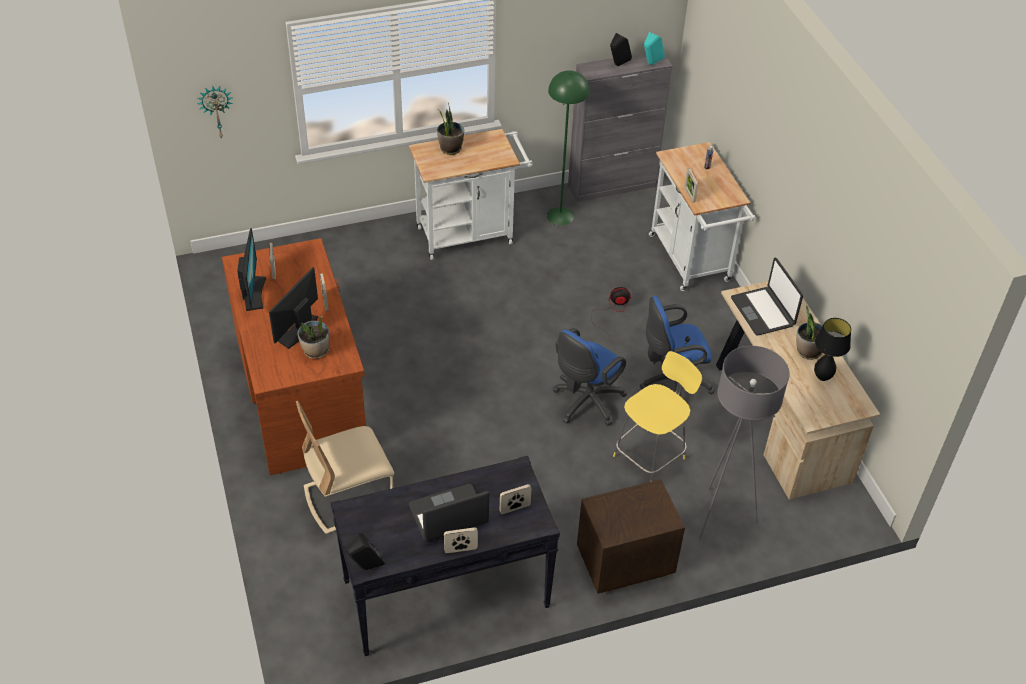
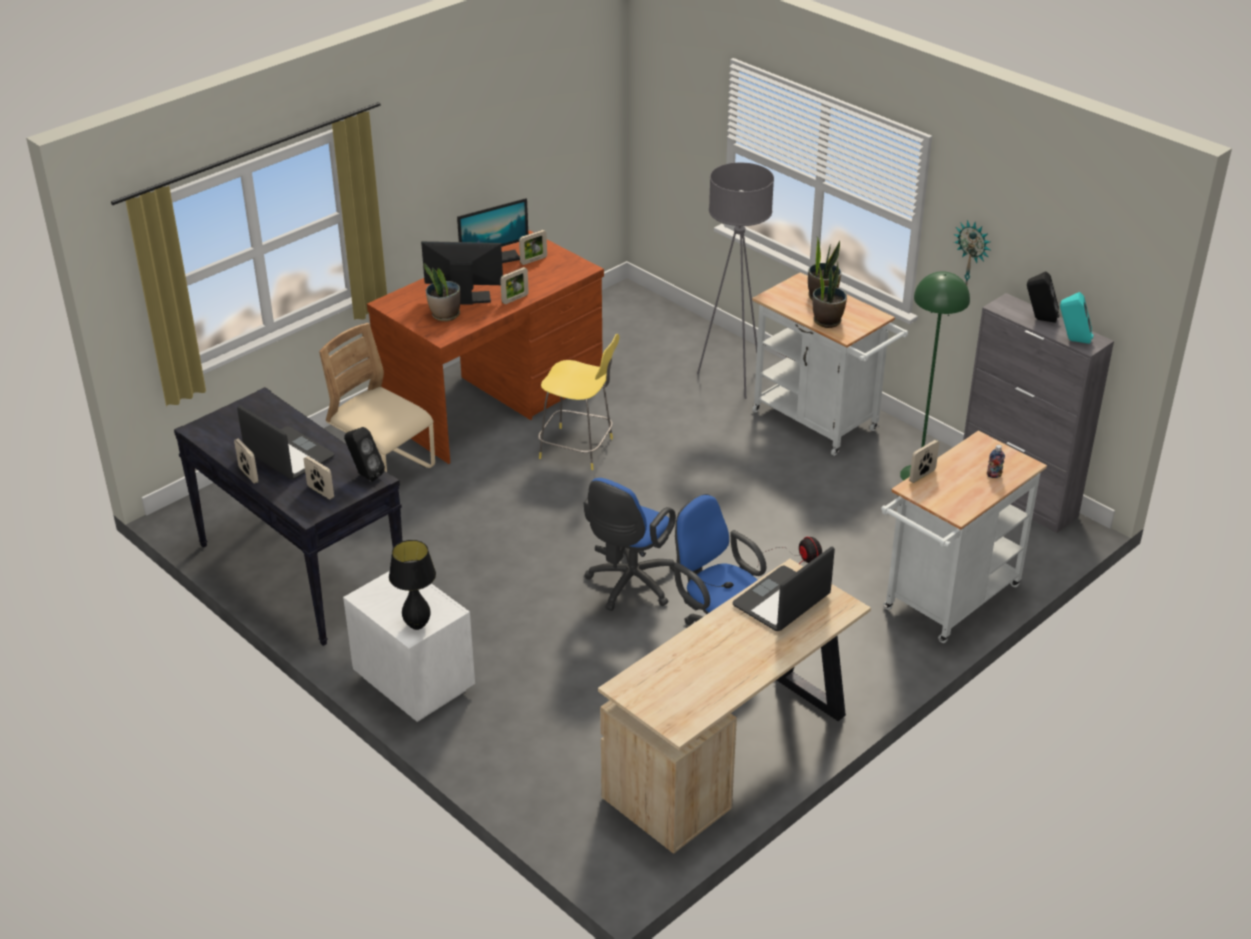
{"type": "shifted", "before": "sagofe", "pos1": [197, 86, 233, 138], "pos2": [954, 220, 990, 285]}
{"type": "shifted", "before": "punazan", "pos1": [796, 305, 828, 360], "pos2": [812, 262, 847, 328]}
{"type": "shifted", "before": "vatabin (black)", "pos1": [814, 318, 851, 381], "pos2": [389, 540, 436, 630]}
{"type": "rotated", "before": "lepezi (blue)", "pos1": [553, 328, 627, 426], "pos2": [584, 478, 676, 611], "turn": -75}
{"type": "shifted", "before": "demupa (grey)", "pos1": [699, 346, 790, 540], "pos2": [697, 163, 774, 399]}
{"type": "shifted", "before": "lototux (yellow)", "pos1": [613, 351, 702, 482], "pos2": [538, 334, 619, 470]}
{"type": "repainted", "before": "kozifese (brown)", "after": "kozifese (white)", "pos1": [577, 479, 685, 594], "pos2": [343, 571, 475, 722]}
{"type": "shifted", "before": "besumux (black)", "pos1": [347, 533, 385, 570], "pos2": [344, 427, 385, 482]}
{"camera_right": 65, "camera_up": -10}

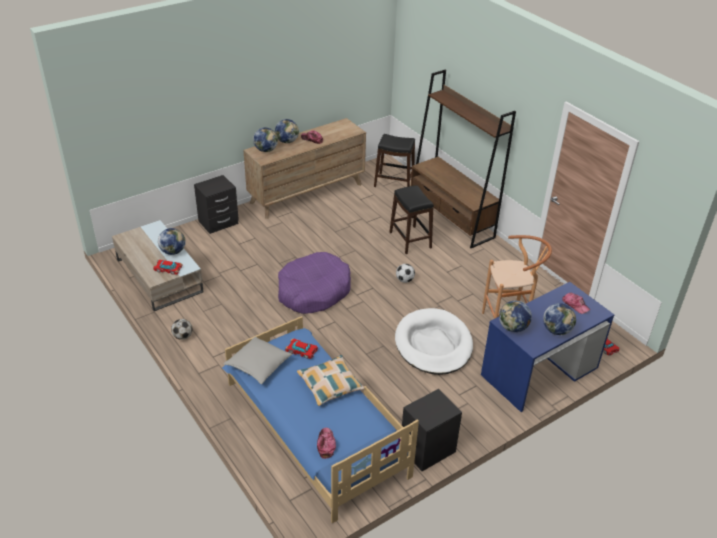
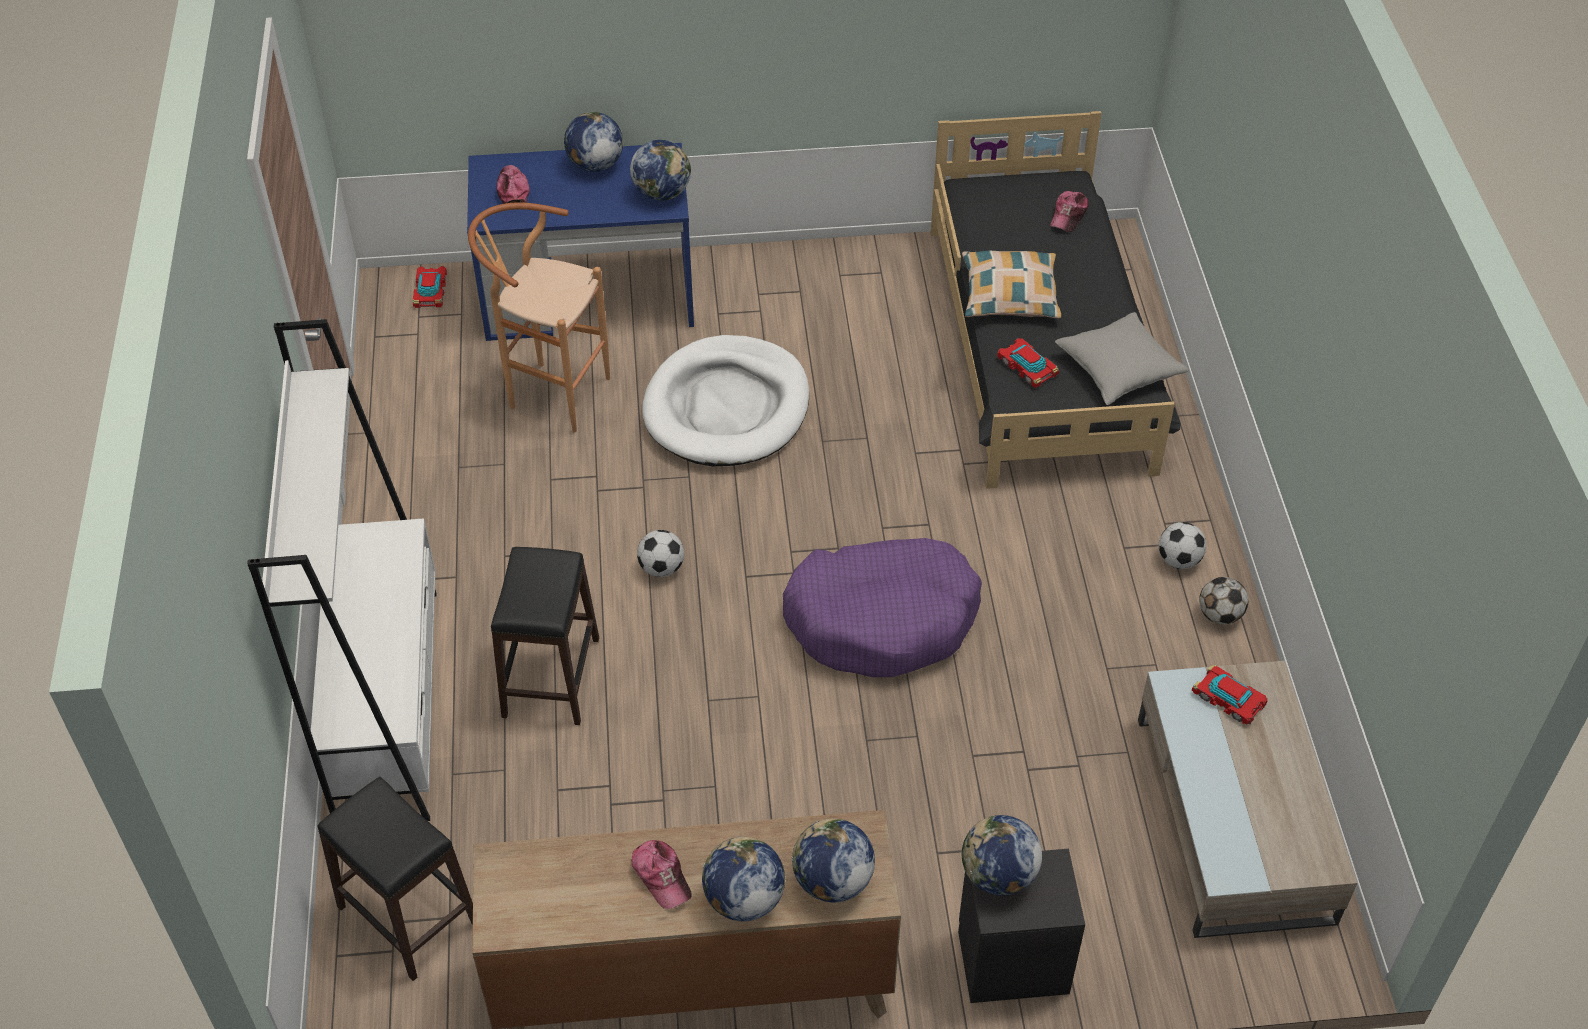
{"type": "repainted", "before": "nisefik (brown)", "after": "nisefik (white)", "pos1": [411, 70, 516, 248], "pos2": [247, 319, 437, 821]}
{"type": "shifted", "before": "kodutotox", "pos1": [158, 228, 186, 255], "pos2": [962, 815, 1042, 895]}
{"type": "repainted", "before": "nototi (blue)", "after": "nototi (black)", "pos1": [222, 316, 419, 523], "pos2": [931, 111, 1181, 489]}
{"type": "gone", "before": "kozifese (black)", "pos1": [402, 389, 462, 471]}
{"type": "new", "after": "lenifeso", "pos2": [1159, 522, 1206, 569]}
{"camera_right": -150, "camera_up": 10}

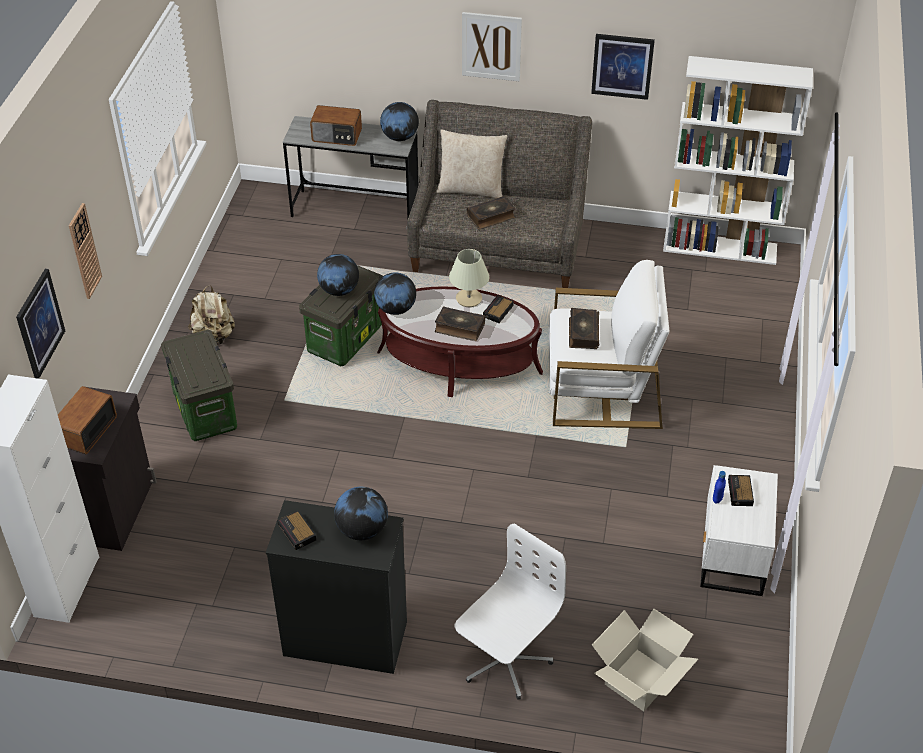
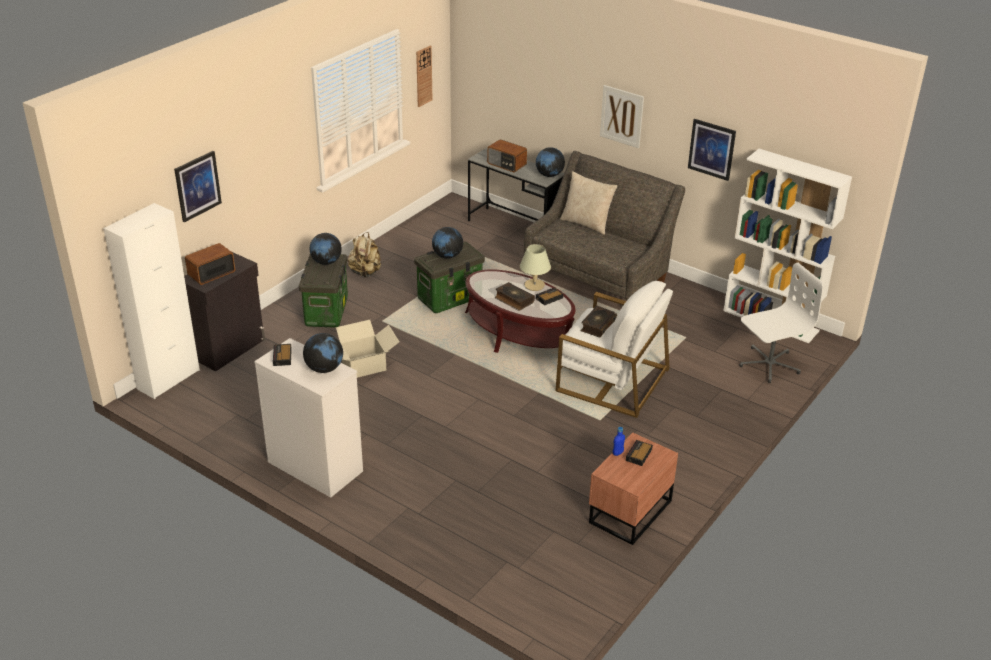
{"type": "gone", "before": "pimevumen", "pos1": [467, 196, 515, 230]}
{"type": "shifted", "before": "sagofe", "pos1": [69, 203, 102, 299], "pos2": [416, 45, 432, 107]}
{"type": "shifted", "before": "kodutotox", "pos1": [374, 272, 416, 315], "pos2": [310, 233, 342, 265]}
{"type": "repainted", "before": "kozifese (white)", "after": "kozifese (brown)", "pos1": [700, 465, 778, 596], "pos2": [589, 432, 678, 545]}
{"type": "repainted", "before": "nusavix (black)", "after": "nusavix (white)", "pos1": [266, 500, 407, 674], "pos2": [254, 338, 363, 498]}
{"type": "shifted", "before": "lepezi (white)", "pos1": [454, 523, 566, 700], "pos2": [739, 263, 823, 383]}
{"type": "shifted", "before": "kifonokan", "pos1": [592, 609, 698, 712], "pos2": [336, 320, 399, 378]}
{"camera_right": 25, "camera_up": -10}

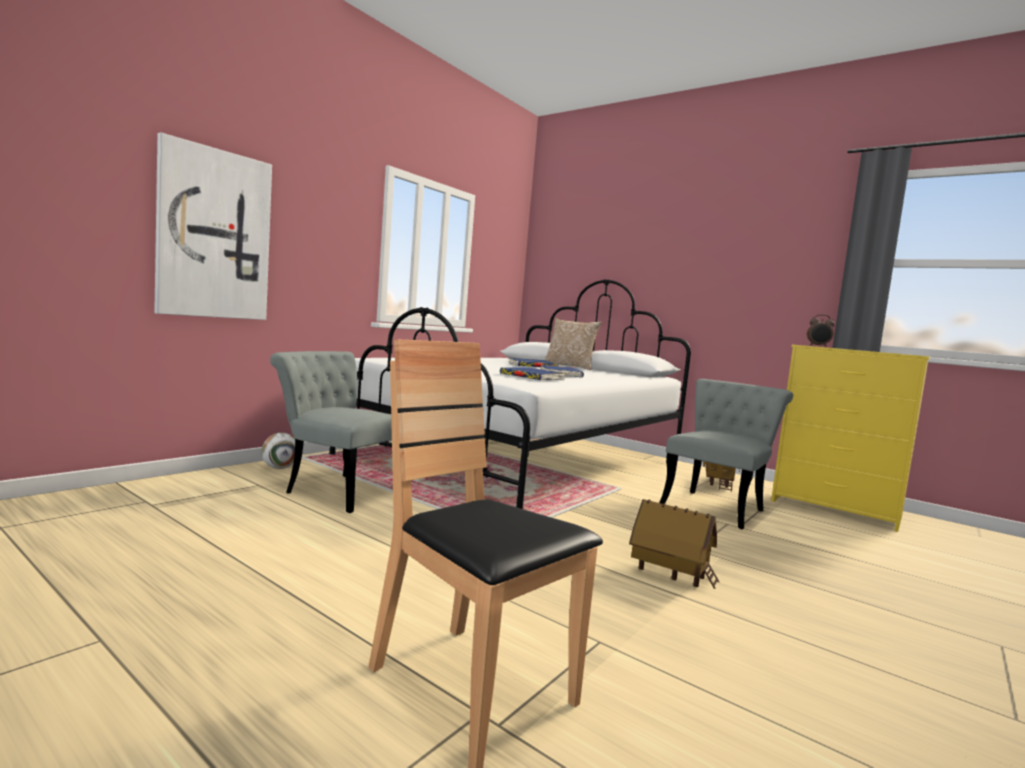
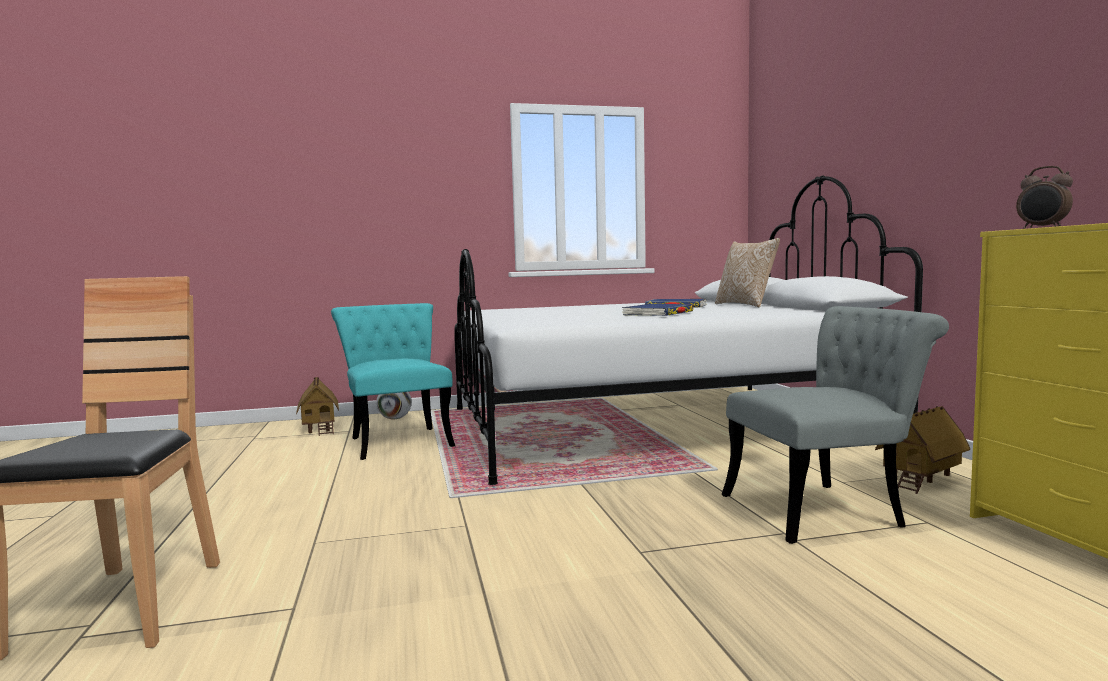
{"type": "gone", "before": "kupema", "pos1": [154, 132, 272, 320]}
{"type": "repainted", "before": "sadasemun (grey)", "after": "sadasemun (turquoise)", "pos1": [270, 351, 392, 513], "pos2": [331, 303, 455, 460]}
{"type": "gone", "before": "pimevumen (blue)", "pos1": [500, 367, 566, 380]}
{"type": "shifted", "before": "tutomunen", "pos1": [629, 499, 719, 589], "pos2": [296, 377, 339, 436]}
{"camera_right": 40, "camera_up": 0}

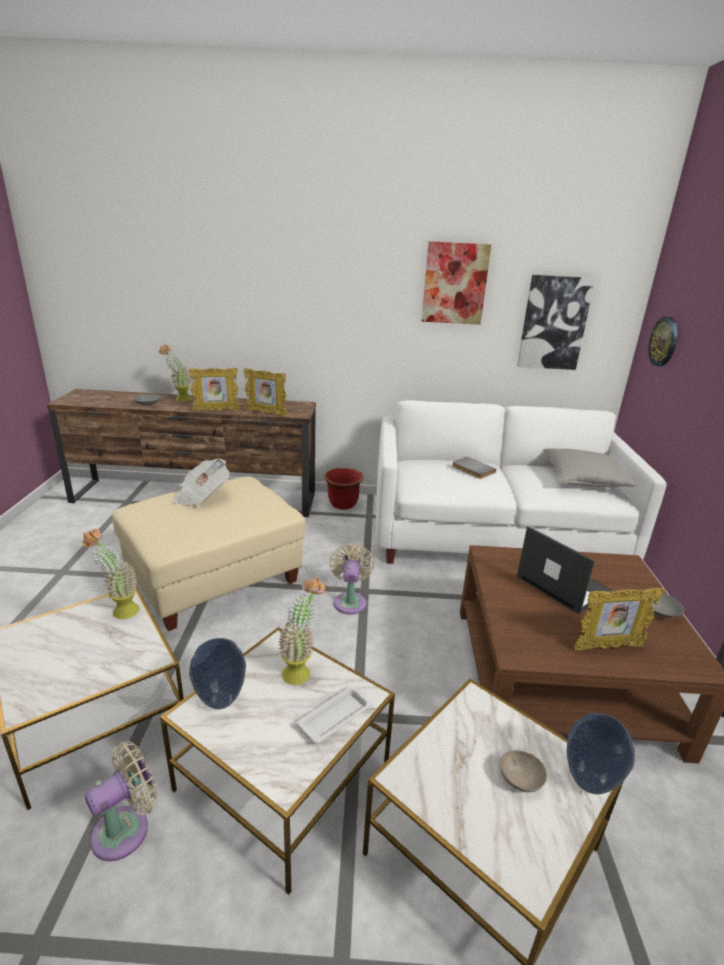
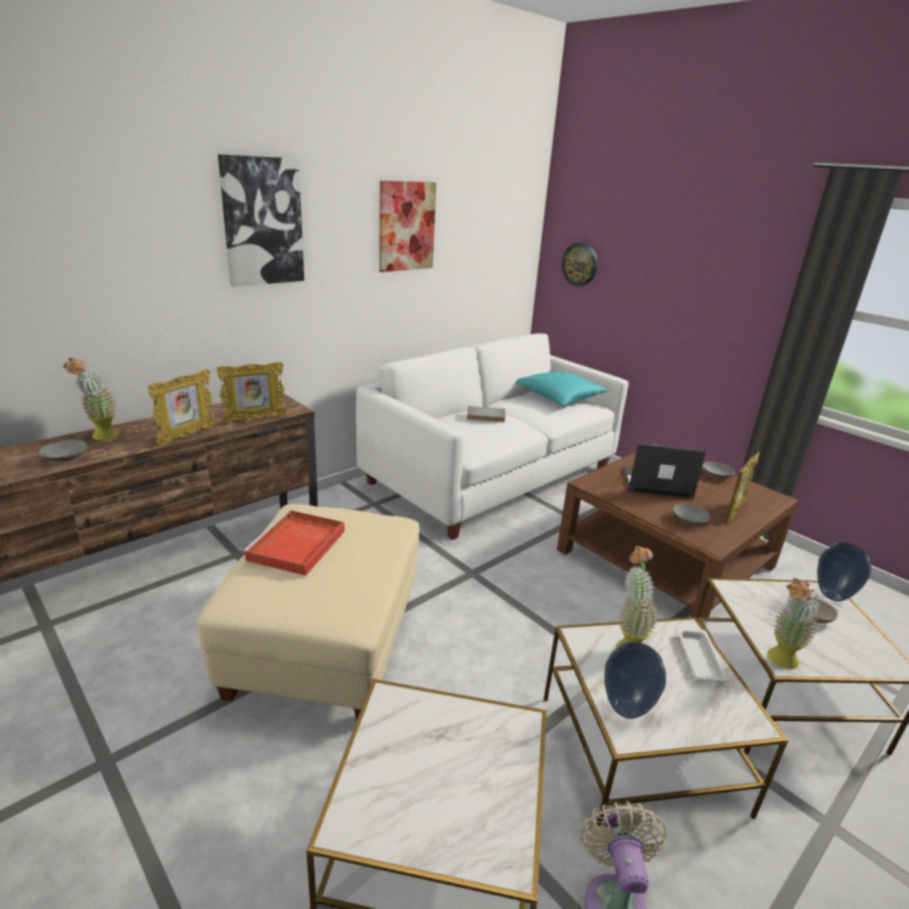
{"type": "shifted", "before": "kupema", "pos1": [517, 275, 596, 370], "pos2": [218, 154, 304, 287]}
{"type": "repainted", "before": "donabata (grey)", "after": "donabata (turquoise)", "pos1": [543, 448, 637, 487], "pos2": [516, 371, 608, 406]}
{"type": "swapped", "before": "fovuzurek", "after": "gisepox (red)", "pos1": [173, 459, 230, 506], "pos2": [242, 510, 345, 576]}
{"type": "gone", "before": "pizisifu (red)", "pos1": [324, 468, 364, 510]}
{"type": "shifted", "before": "punazan", "pos1": [83, 529, 140, 619], "pos2": [767, 578, 820, 669]}
{"type": "gone", "before": "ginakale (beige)", "pos1": [330, 544, 374, 615]}
{"type": "new", "after": "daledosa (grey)", "pos2": [673, 504, 710, 525]}
{"camera_right": -45, "camera_up": 0}

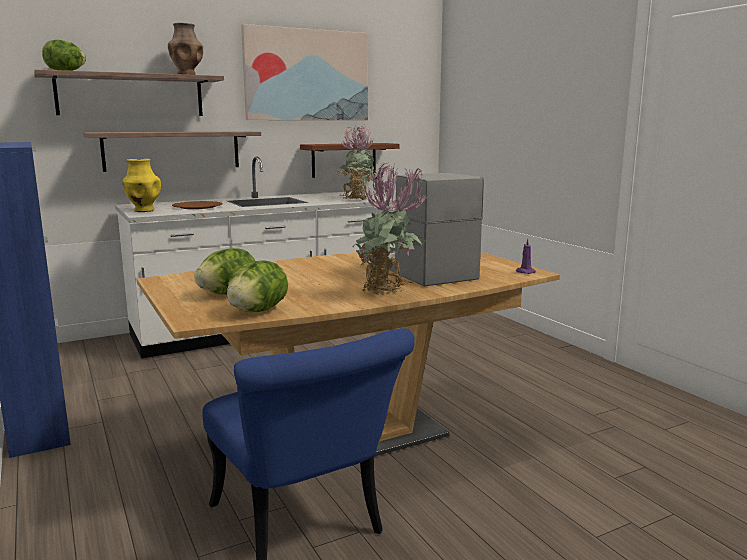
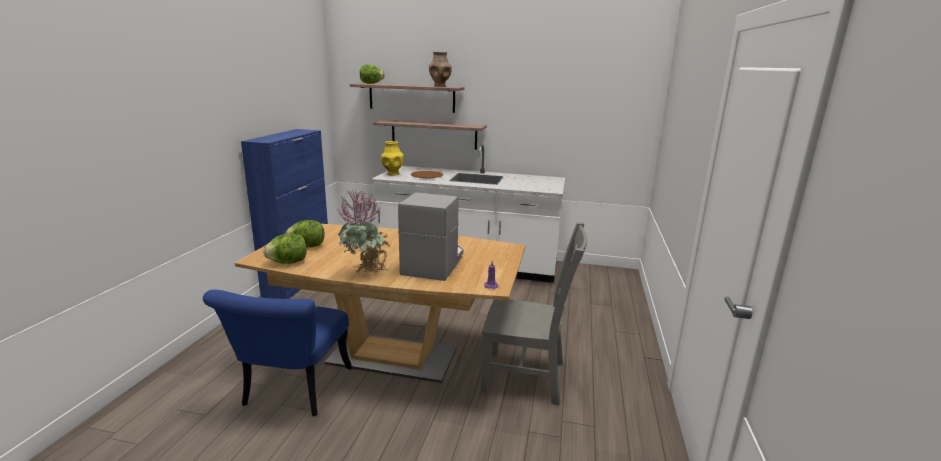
{"type": "gone", "before": "kupema", "pos1": [241, 24, 368, 120]}
{"type": "gone", "before": "punazan", "pos1": [336, 126, 377, 200]}
{"type": "gone", "before": "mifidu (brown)", "pos1": [300, 143, 399, 178]}
{"type": "new", "after": "sadasemun (grey)", "pos2": [480, 223, 587, 406]}
{"camera_right": 40, "camera_up": 5}

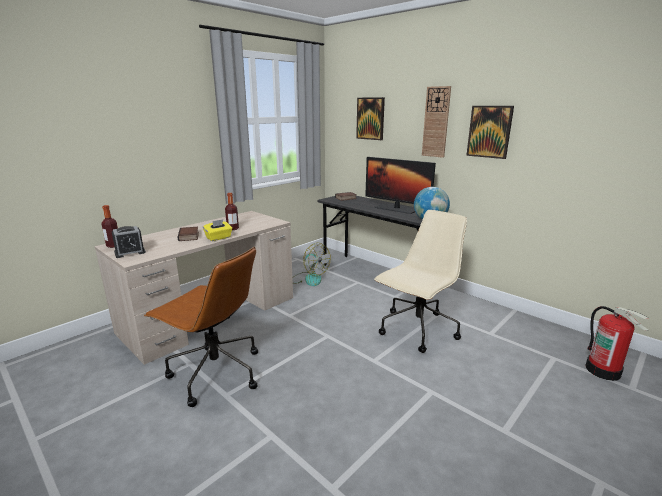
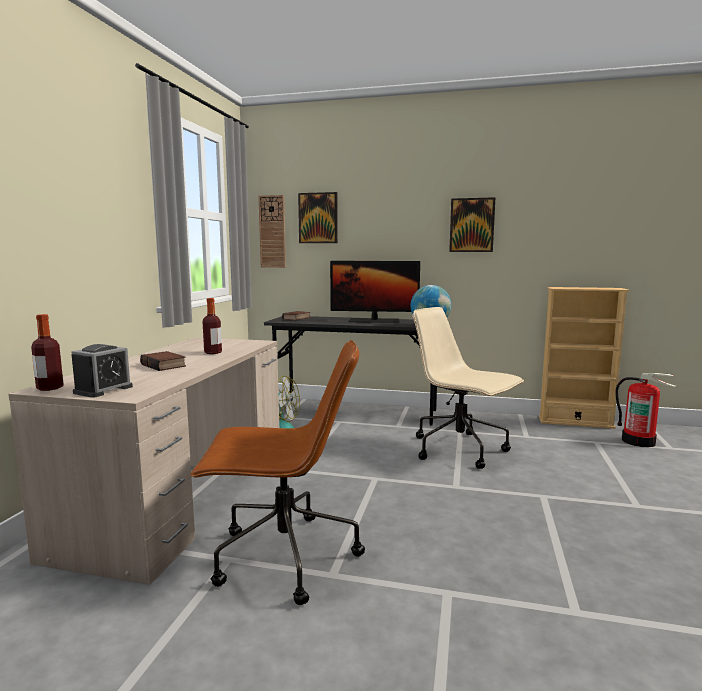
{"type": "shifted", "before": "sagofe", "pos1": [422, 86, 451, 158], "pos2": [258, 195, 286, 268]}
{"type": "rotated", "before": "lepezi (beige)", "pos1": [374, 210, 467, 353], "pos2": [413, 307, 524, 469], "turn": -60}
{"type": "gone", "before": "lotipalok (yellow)", "pos1": [203, 219, 232, 241]}
{"type": "new", "after": "nisefik (beige)", "pos2": [539, 287, 629, 429]}
{"camera_right": -30, "camera_up": -10}

